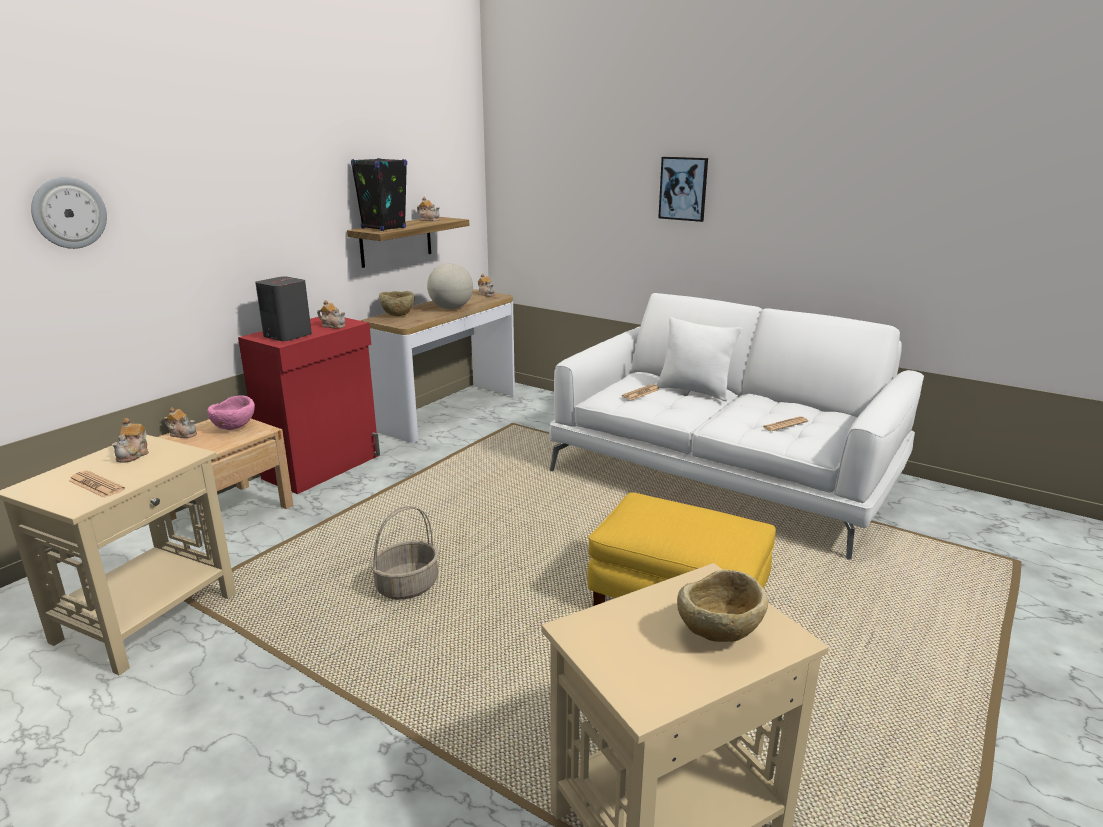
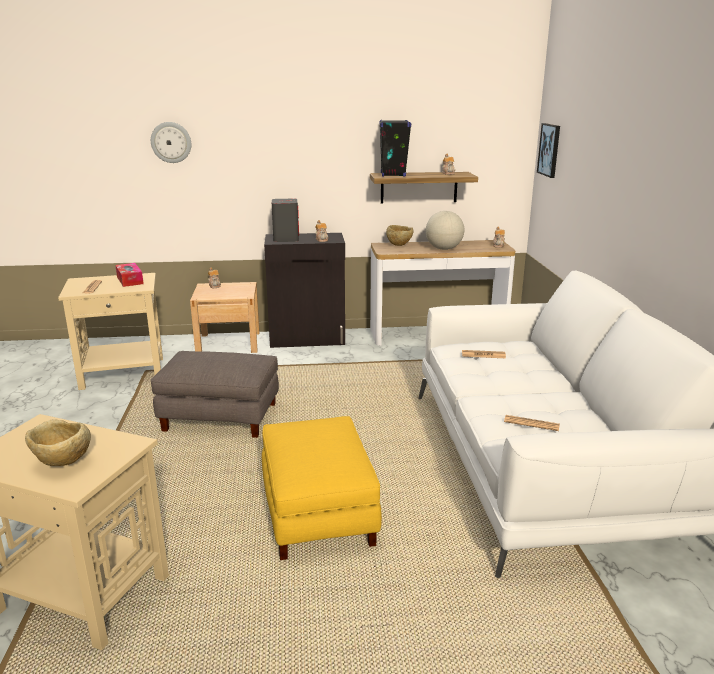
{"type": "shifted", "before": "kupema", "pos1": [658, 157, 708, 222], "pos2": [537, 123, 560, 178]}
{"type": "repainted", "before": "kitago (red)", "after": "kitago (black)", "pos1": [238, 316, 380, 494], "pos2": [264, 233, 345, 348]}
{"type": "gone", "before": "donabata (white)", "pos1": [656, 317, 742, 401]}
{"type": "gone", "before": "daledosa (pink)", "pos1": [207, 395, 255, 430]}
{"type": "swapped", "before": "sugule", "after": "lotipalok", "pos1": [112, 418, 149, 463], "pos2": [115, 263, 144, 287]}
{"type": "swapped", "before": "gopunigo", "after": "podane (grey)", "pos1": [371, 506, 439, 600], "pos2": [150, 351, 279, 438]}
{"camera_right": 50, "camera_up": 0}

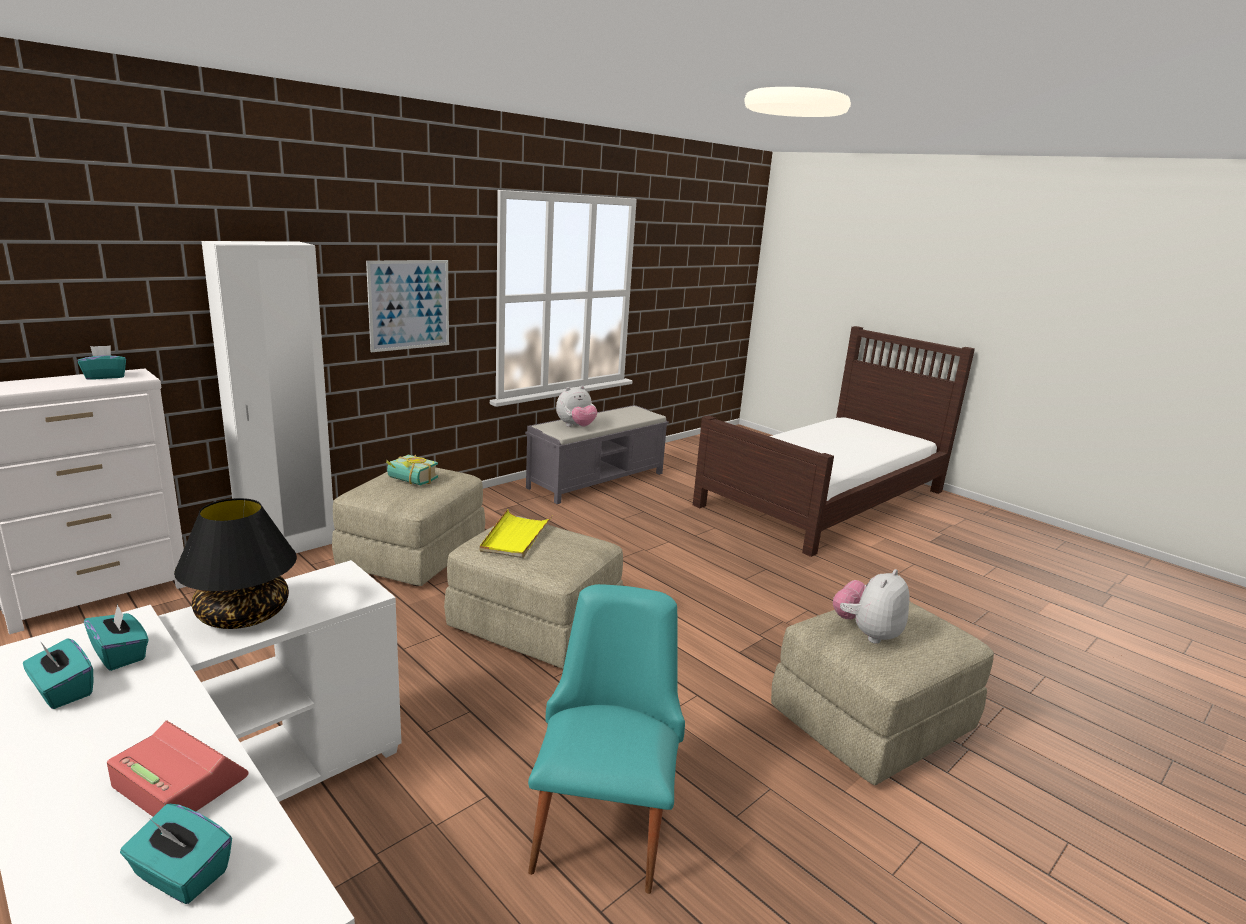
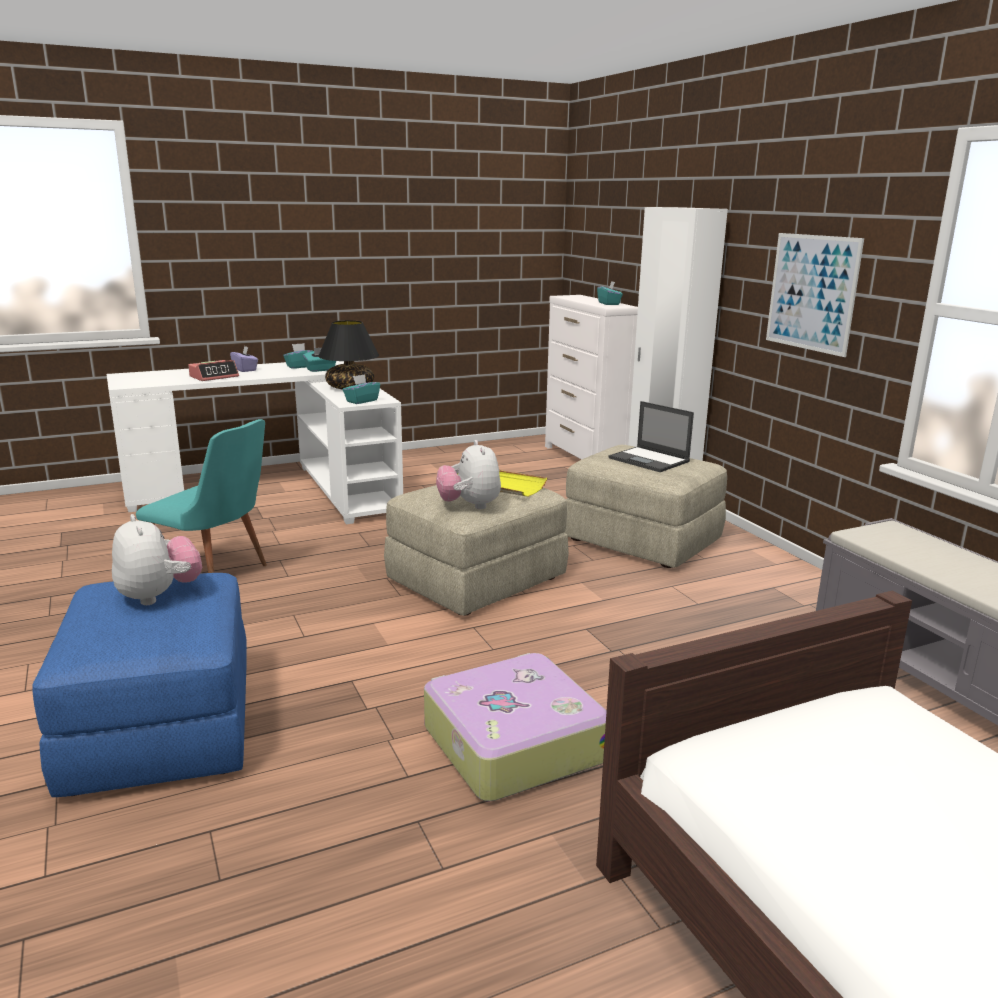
{"type": "shifted", "before": "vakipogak", "pos1": [556, 386, 597, 427], "pos2": [436, 440, 501, 509]}
{"type": "swapped", "before": "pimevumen", "after": "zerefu", "pos1": [386, 455, 438, 486], "pos2": [609, 401, 694, 472]}
{"type": "repainted", "before": "podane (beige)", "after": "podane (blue)", "pos1": [771, 601, 994, 786], "pos2": [32, 573, 247, 797]}
{"type": "shifted", "before": "lotipalok (turquoise)", "pos1": [120, 804, 232, 904], "pos2": [343, 374, 380, 404]}
{"type": "new", "after": "lotipalok (purple)", "pos2": [230, 346, 258, 372]}
{"type": "new", "after": "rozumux", "pos2": [424, 653, 607, 801]}
{"camera_right": 110, "camera_up": 0}

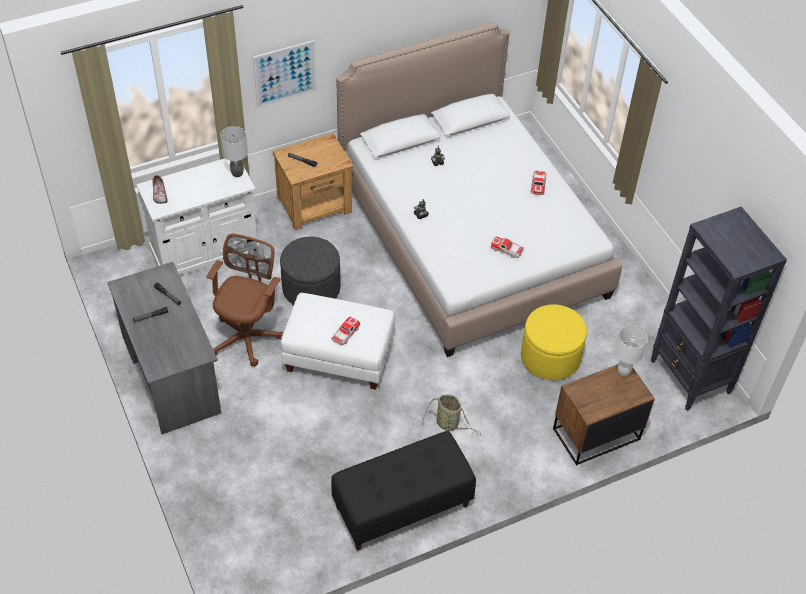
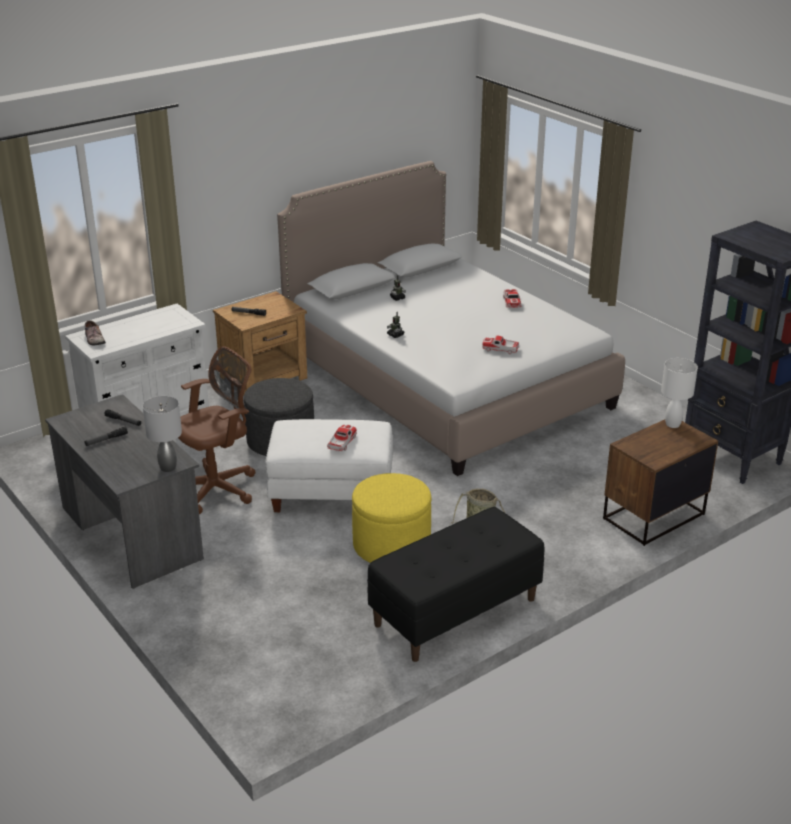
{"type": "gone", "before": "kupema", "pos1": [253, 40, 317, 108]}
{"type": "shifted", "before": "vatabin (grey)", "pos1": [220, 126, 248, 177], "pos2": [143, 396, 182, 472]}
{"type": "rotated", "before": "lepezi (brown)", "pos1": [206, 234, 283, 367], "pos2": [178, 346, 255, 514], "turn": 45}
{"type": "shifted", "before": "podane (yellow)", "pos1": [521, 304, 587, 380], "pos2": [352, 473, 432, 563]}
{"camera_right": -10, "camera_up": -20}

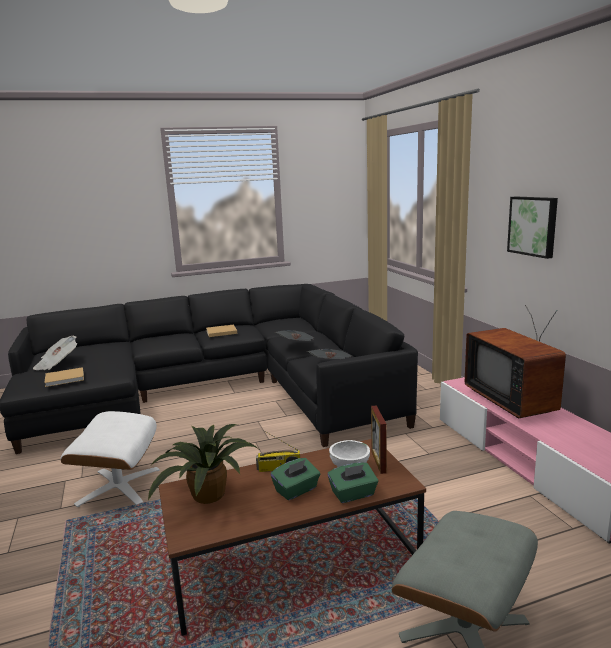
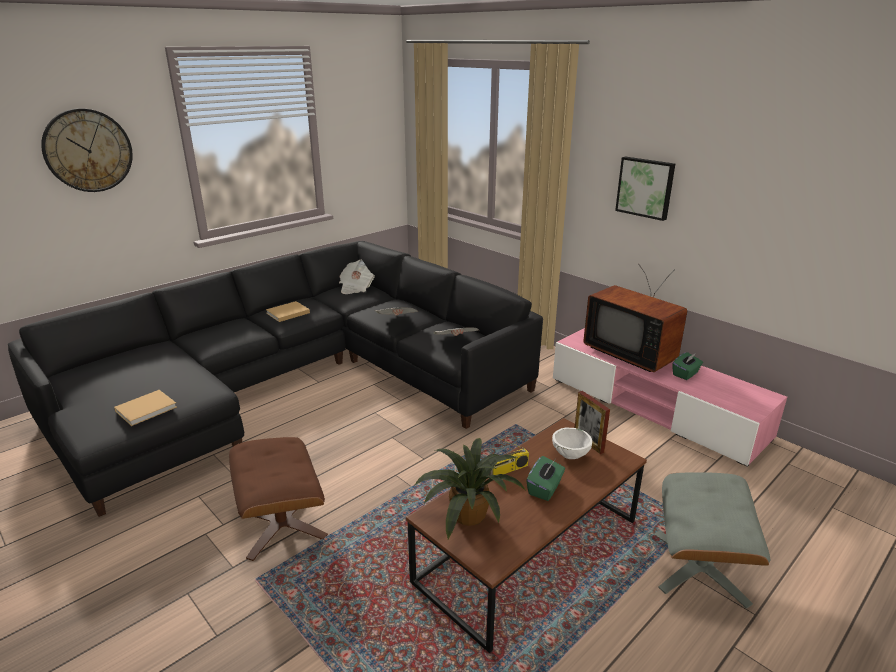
{"type": "shifted", "before": "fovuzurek", "pos1": [33, 336, 77, 370], "pos2": [339, 259, 375, 294]}
{"type": "repainted", "before": "podane (white)", "after": "podane (brown)", "pos1": [61, 411, 160, 507], "pos2": [229, 437, 328, 561]}
{"type": "shifted", "before": "lotipalok (green)", "pos1": [328, 462, 378, 503], "pos2": [673, 352, 703, 380]}
{"type": "new", "after": "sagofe", "pos2": [41, 108, 133, 192]}
{"camera_right": -25, "camera_up": 10}

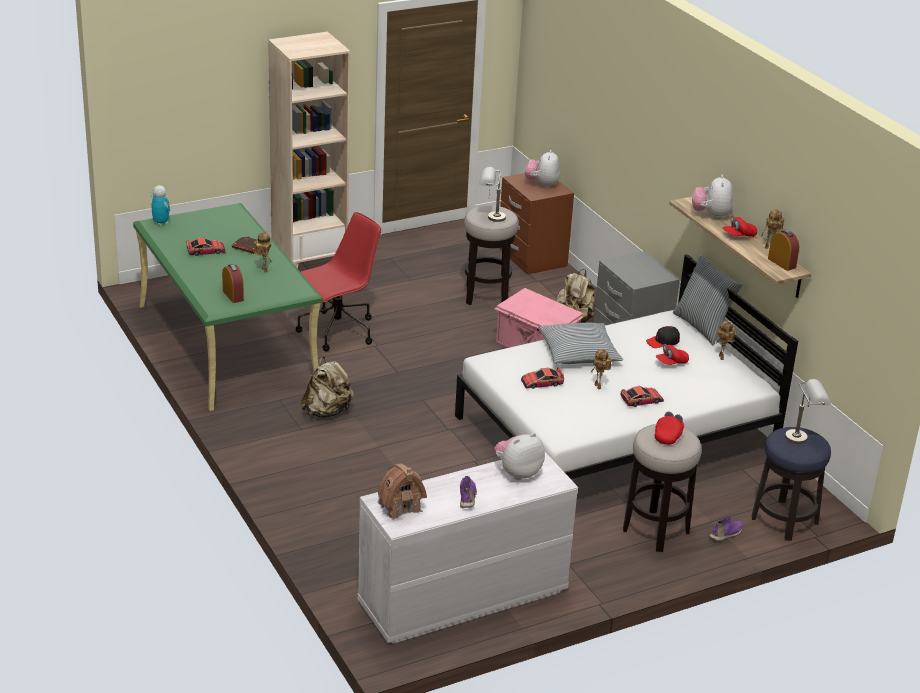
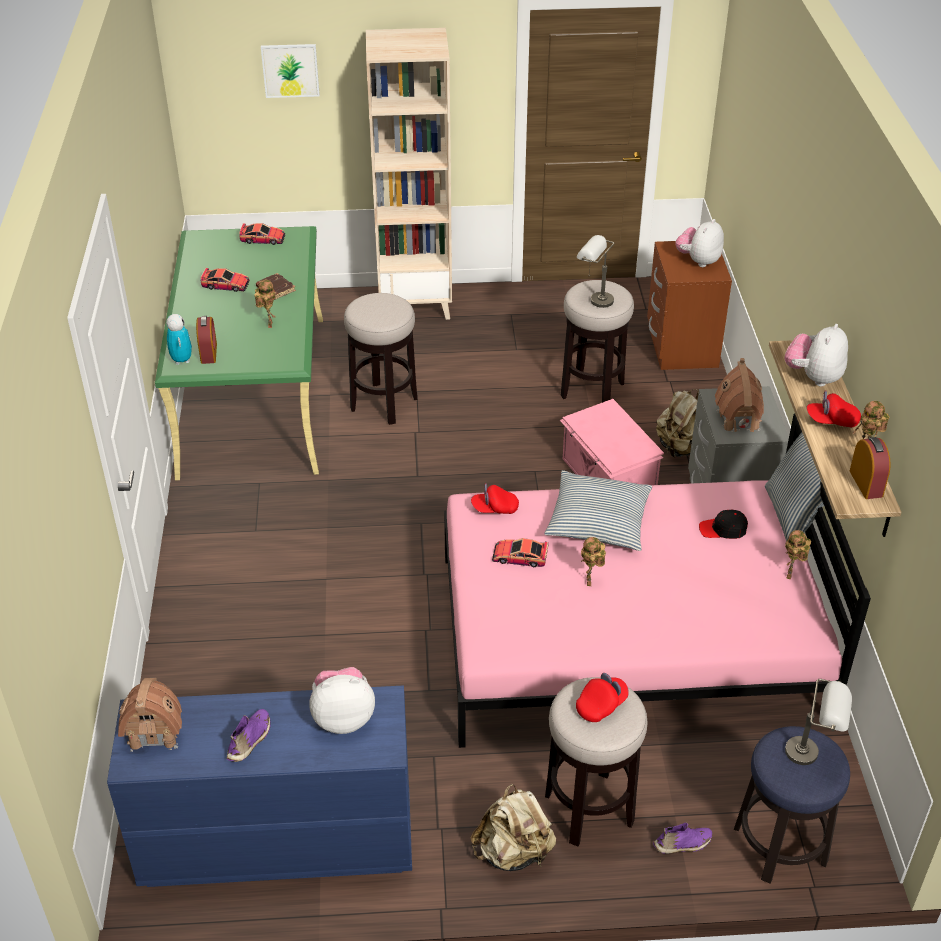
{"type": "shifted", "before": "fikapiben", "pos1": [150, 185, 170, 226], "pos2": [166, 314, 192, 365]}
{"type": "swapped", "before": "lepezi (red)", "after": "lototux", "pos1": [296, 212, 381, 351], "pos2": [344, 293, 417, 425]}
{"type": "repainted", "before": "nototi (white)", "after": "nototi (pink)", "pos1": [455, 254, 798, 479], "pos2": [444, 413, 871, 748]}
{"type": "shifted", "before": "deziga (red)", "pos1": [656, 344, 689, 365], "pos2": [471, 483, 519, 514]}
{"type": "shifted", "before": "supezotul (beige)", "pos1": [301, 356, 354, 418], "pos2": [471, 783, 556, 871]}
{"type": "shifted", "before": "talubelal", "pos1": [621, 386, 664, 407], "pos2": [239, 223, 285, 245]}
{"type": "repainted", "before": "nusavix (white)", "after": "nusavix (blue)", "pos1": [358, 452, 578, 644], "pos2": [107, 685, 412, 887]}
{"type": "new", "after": "kupema", "pos2": [261, 44, 320, 98]}
{"type": "new", "after": "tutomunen", "pos2": [715, 358, 764, 432]}
{"camera_right": 25, "camera_up": 10}

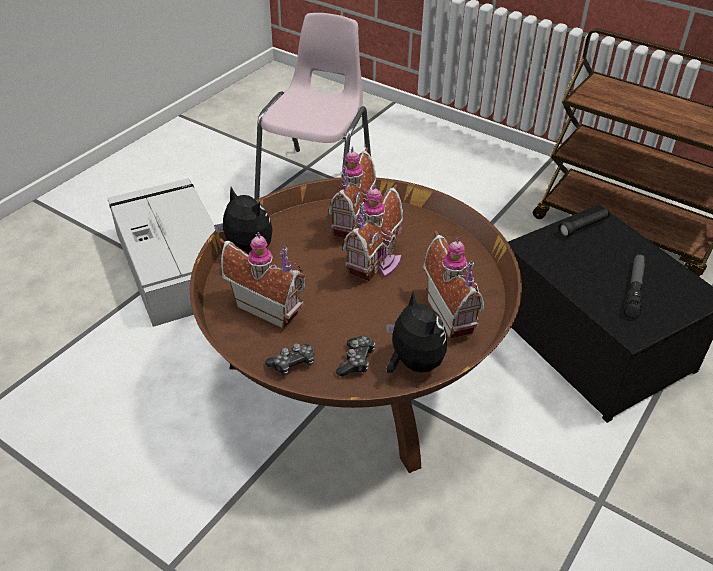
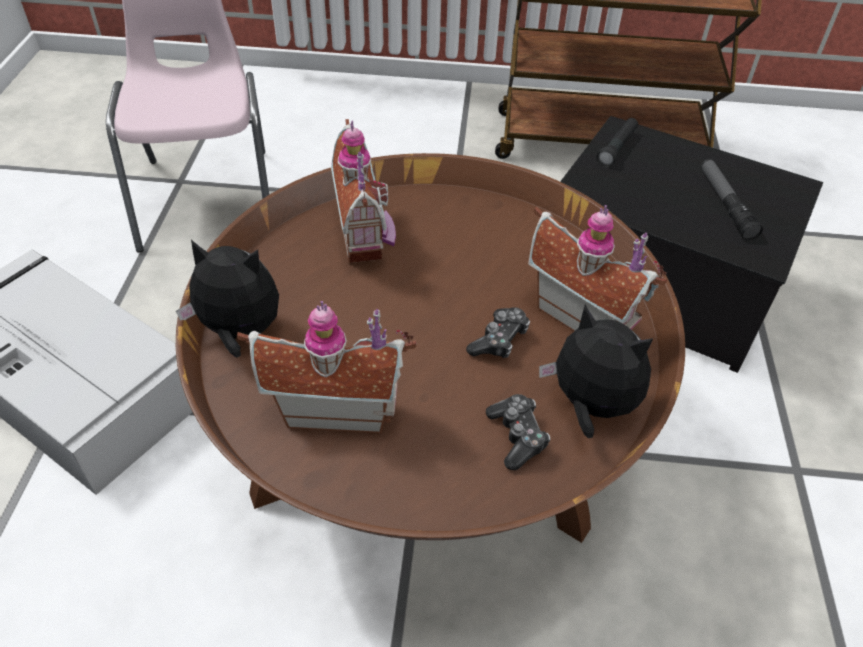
{"type": "gone", "before": "tutomunen", "pos1": [343, 184, 403, 281]}
{"type": "shifted", "before": "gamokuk", "pos1": [265, 343, 314, 376], "pos2": [466, 307, 530, 358]}
{"camera_right": -30, "camera_up": 5}

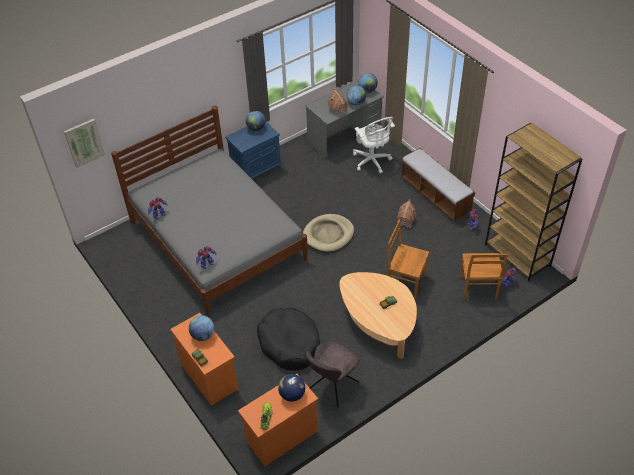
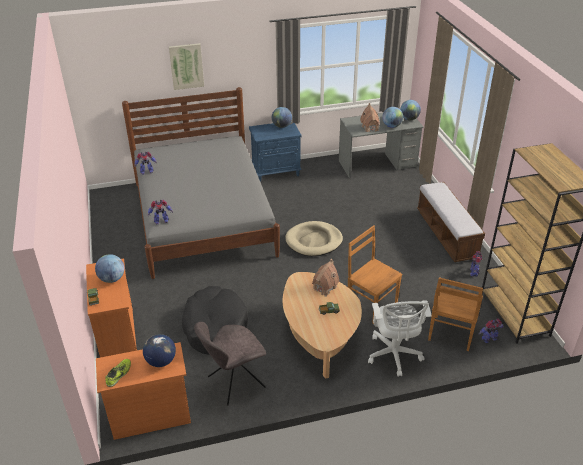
{"type": "shifted", "before": "lepezi (white)", "pos1": [353, 117, 395, 173], "pos2": [368, 300, 432, 377]}
{"type": "shifted", "before": "kupema", "pos1": [64, 119, 105, 168], "pos2": [169, 43, 204, 90]}
{"type": "shifted", "before": "tutomunen", "pos1": [397, 199, 416, 228], "pos2": [312, 259, 339, 297]}
{"camera_right": 20, "camera_up": -10}

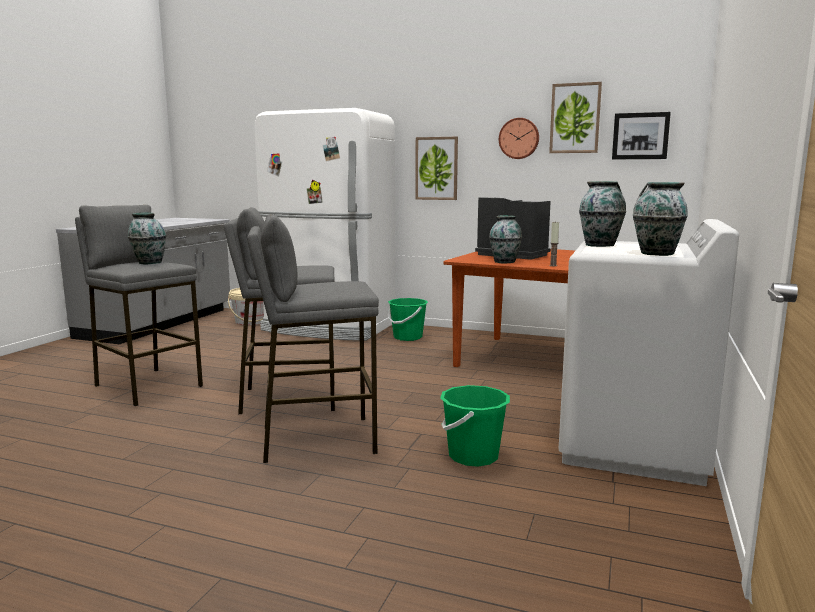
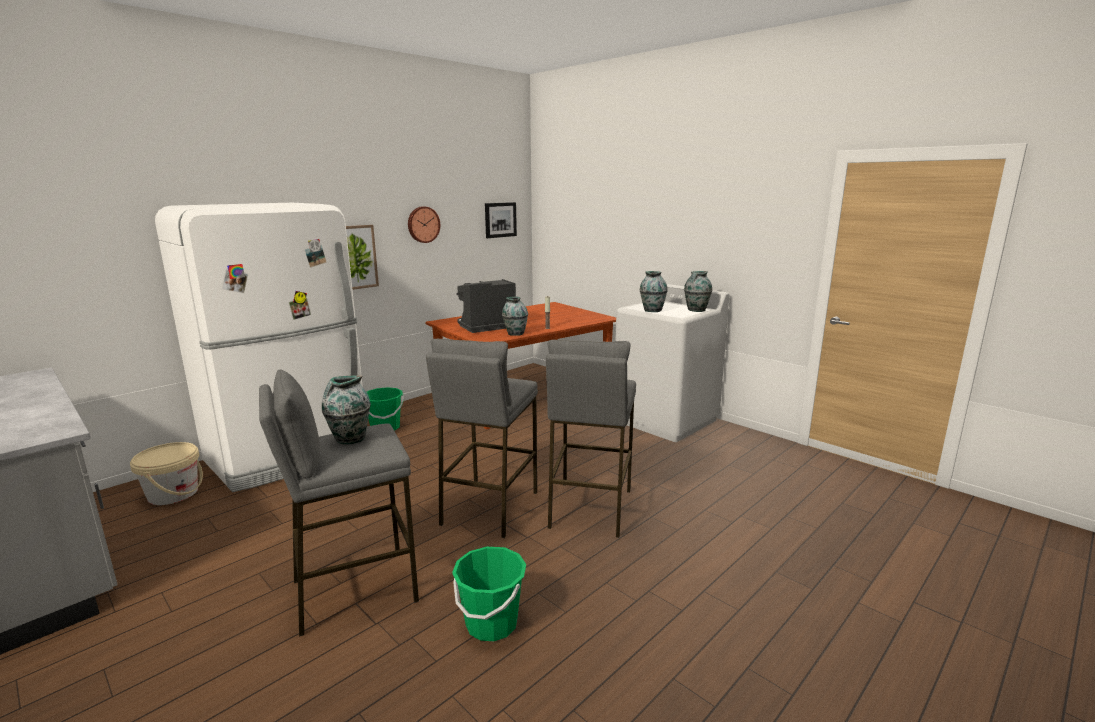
{"type": "gone", "before": "kupema", "pos1": [549, 82, 602, 153]}
{"type": "shifted", "before": "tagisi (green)", "pos1": [440, 385, 510, 467], "pos2": [452, 547, 526, 641]}
{"camera_right": -65, "camera_up": 5}

